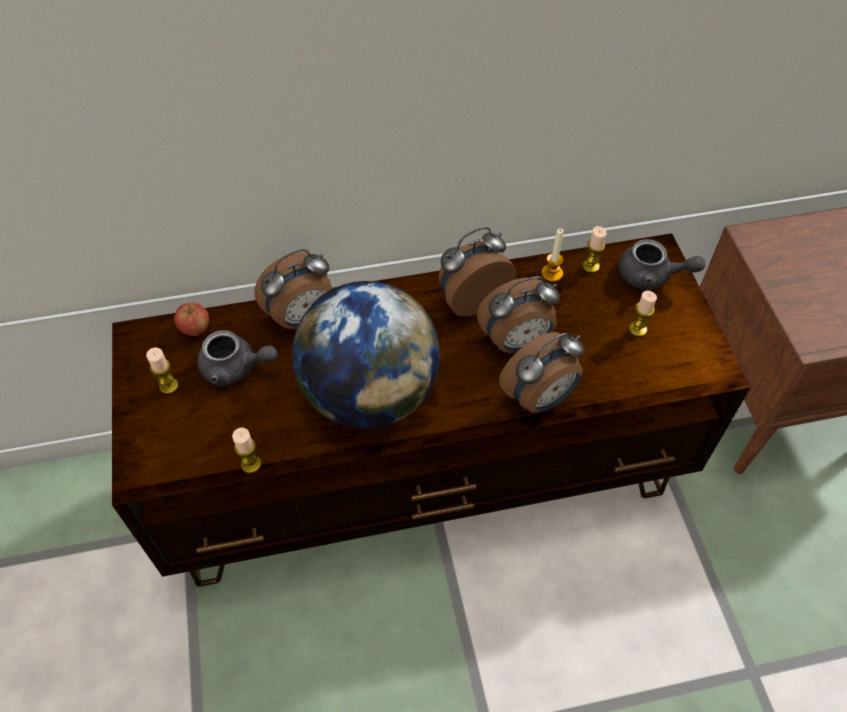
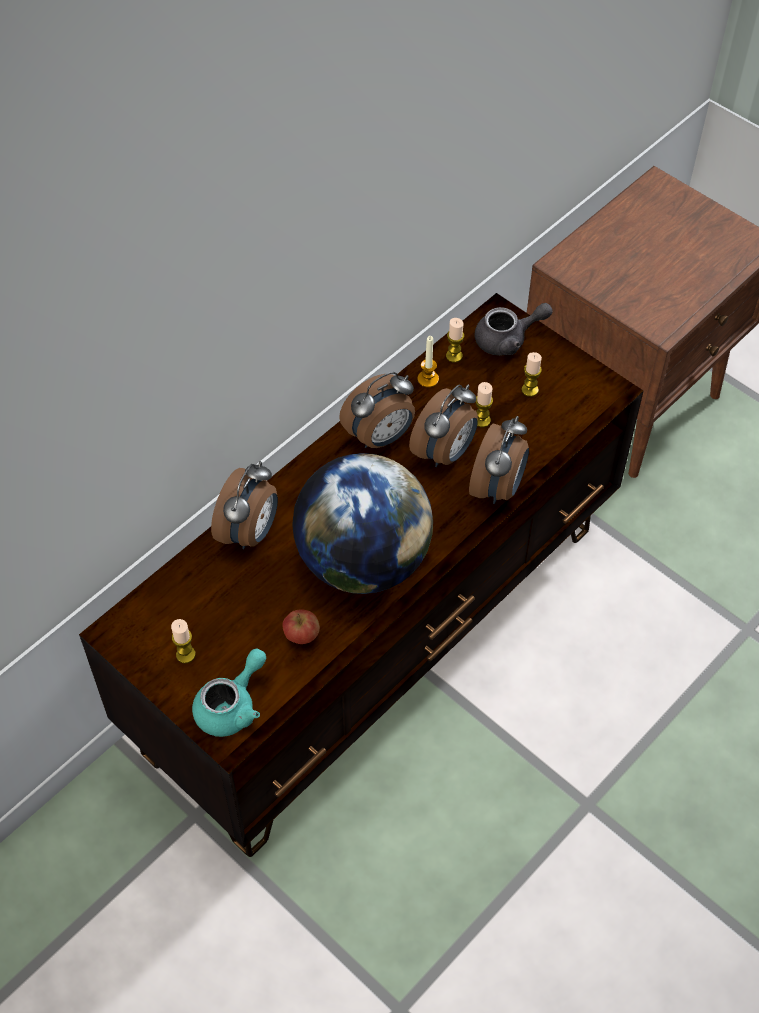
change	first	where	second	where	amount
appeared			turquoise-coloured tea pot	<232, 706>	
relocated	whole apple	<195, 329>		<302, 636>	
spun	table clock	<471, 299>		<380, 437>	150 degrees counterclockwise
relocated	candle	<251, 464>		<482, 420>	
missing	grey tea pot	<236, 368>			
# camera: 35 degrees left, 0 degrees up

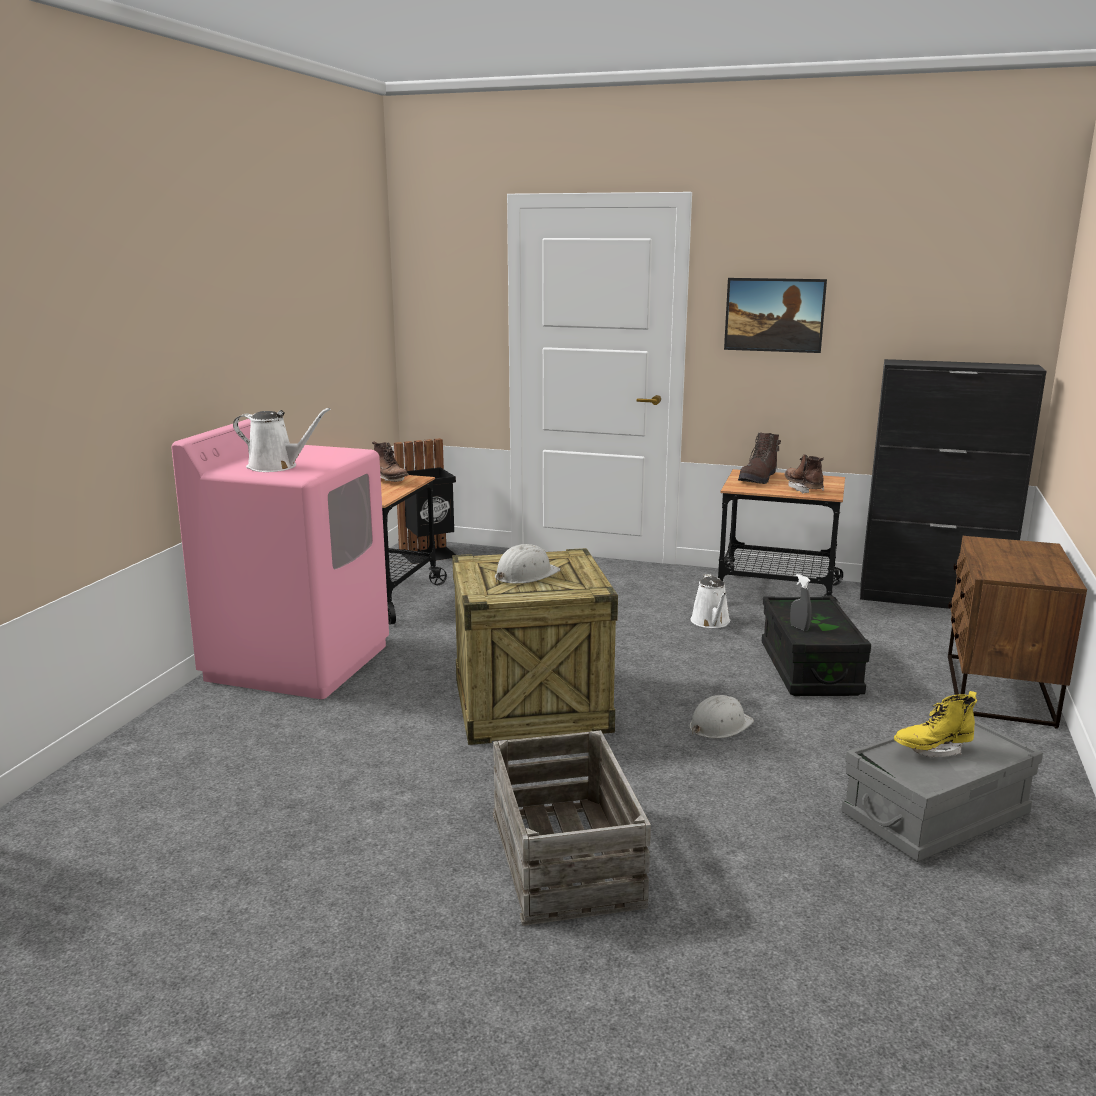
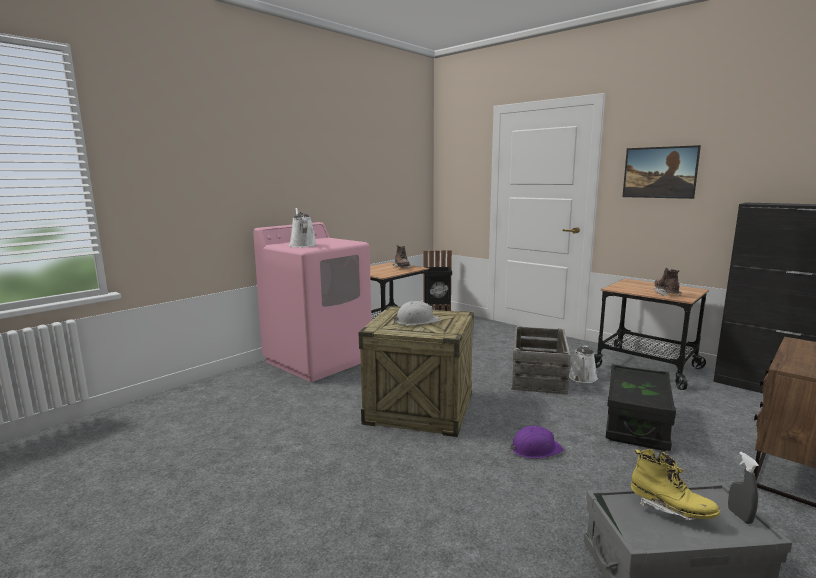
change	first	where	second	where	amount
spun	whitish sprinkling can	<276, 466>		<302, 245>	150 degrees counterclockwise
colour	whitish hard hat	<719, 726>	purple hard hat	<535, 449>	
relocated	packing crate	<567, 858>		<539, 376>	
spun	yellow-coloured tall boot	<932, 749>		<671, 509>	150 degrees counterclockwise
relocated	grey hand sprayer	<799, 627>		<739, 516>	
missing	brownish tall boot	<758, 479>			
# camera: 25 degrees right, 5 degrees down

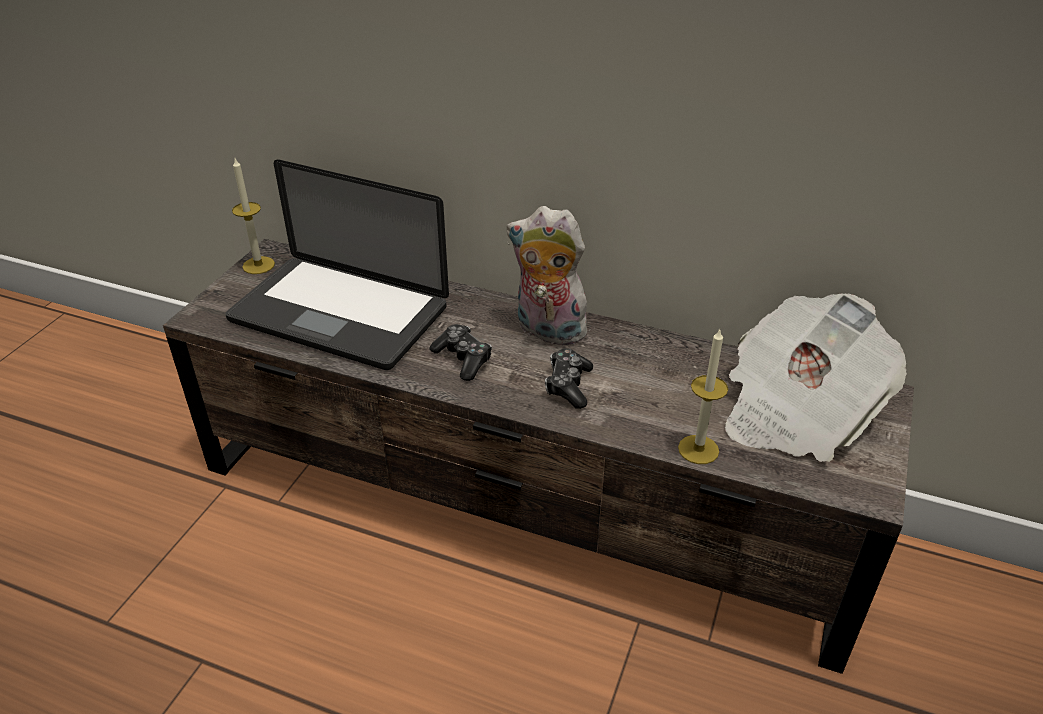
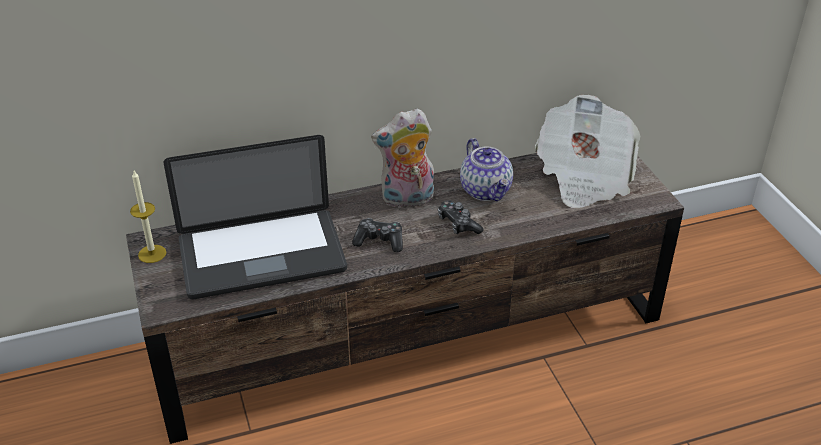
change	first	where	second	where	amount
appeared			tea pot	<486, 190>	
missing	candle	<698, 449>			
# camera: 40 degrees left, 0 degrees up

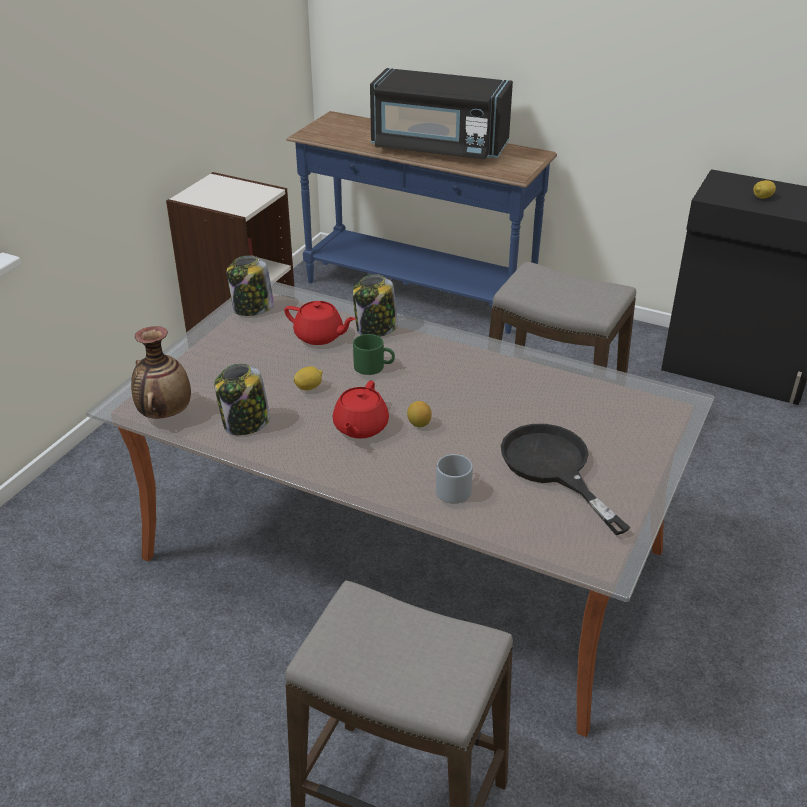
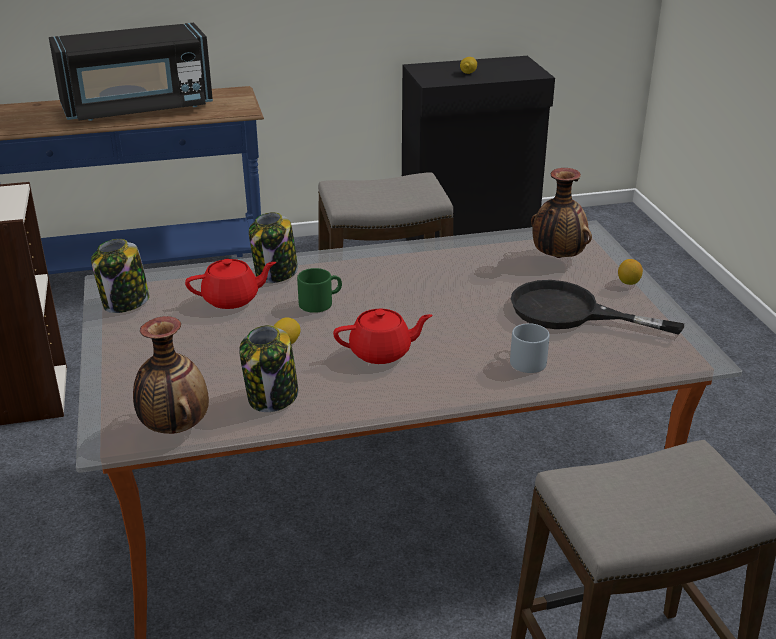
change	first	where	second	where	amount
spun	reddish tea pot	<360, 427>		<381, 352>	75 degrees counterclockwise
appeared			decorative vase	<557, 257>	
relocated	whole lemon	<419, 424>		<628, 282>	
# camera: 40 degrees left, 5 degrees down

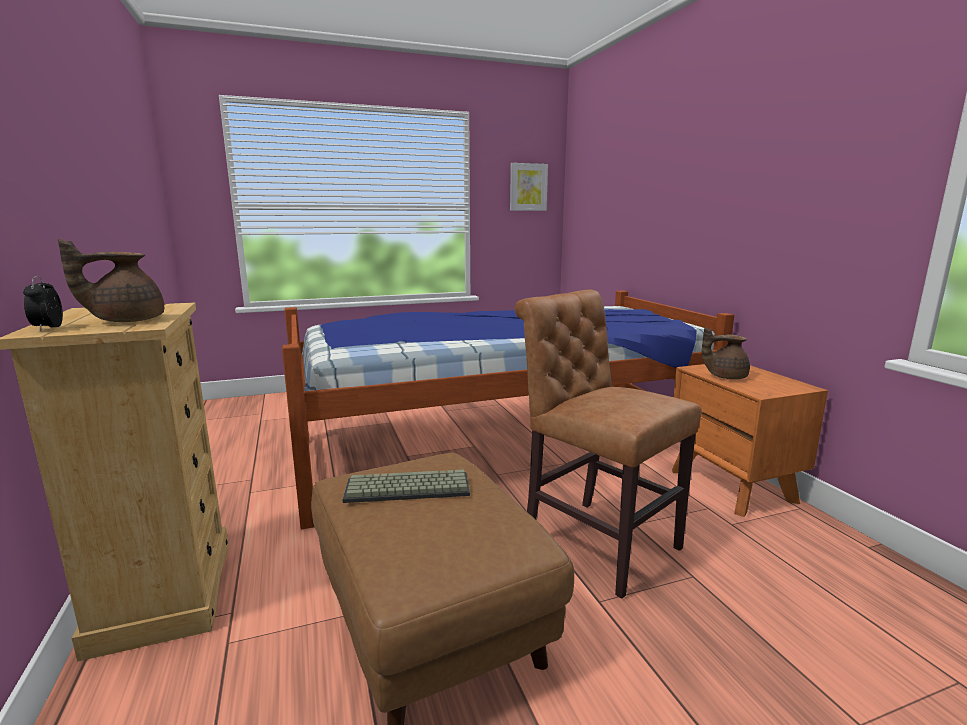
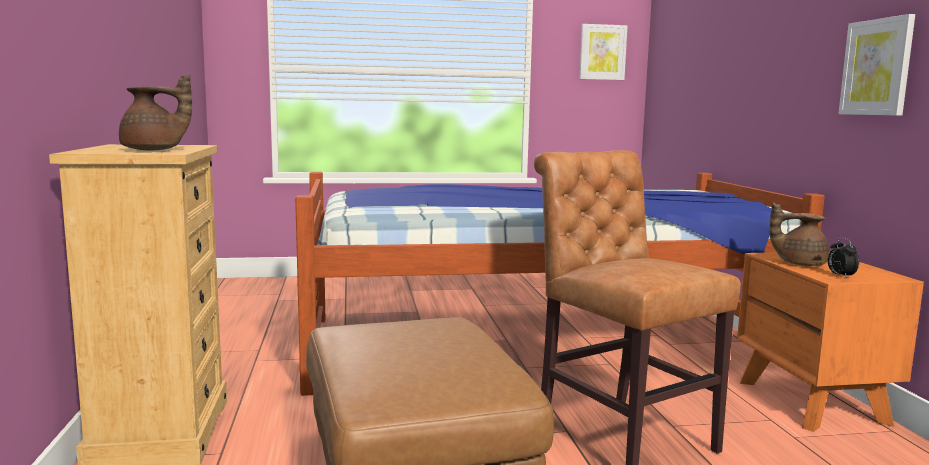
change	first	where	second	where	amount
spun	brownish tea pot	<126, 320>		<154, 150>	150 degrees counterclockwise
relocated	table clock	<48, 329>		<840, 276>	
appeared			wall art	<877, 67>	
missing	keyboard	<406, 489>			
# camera: 10 degrees right, 5 degrees down

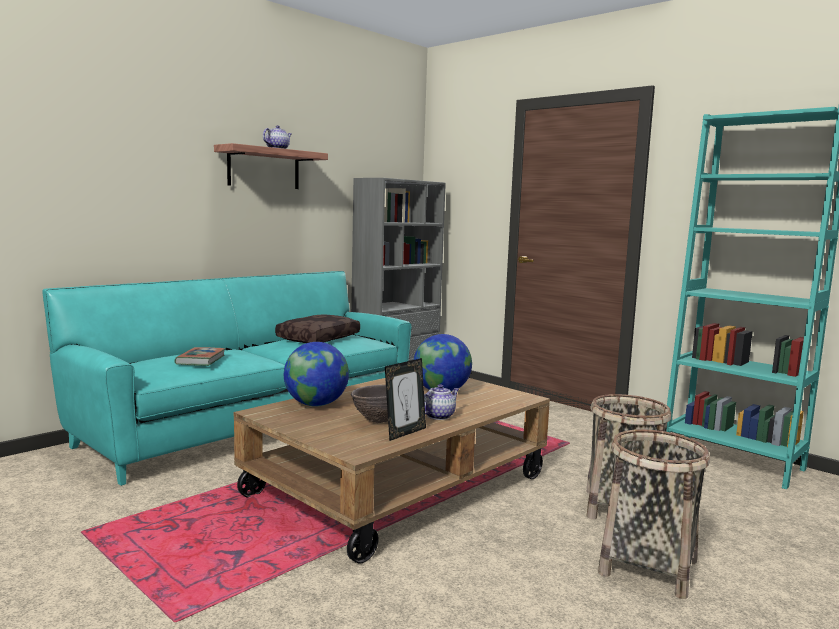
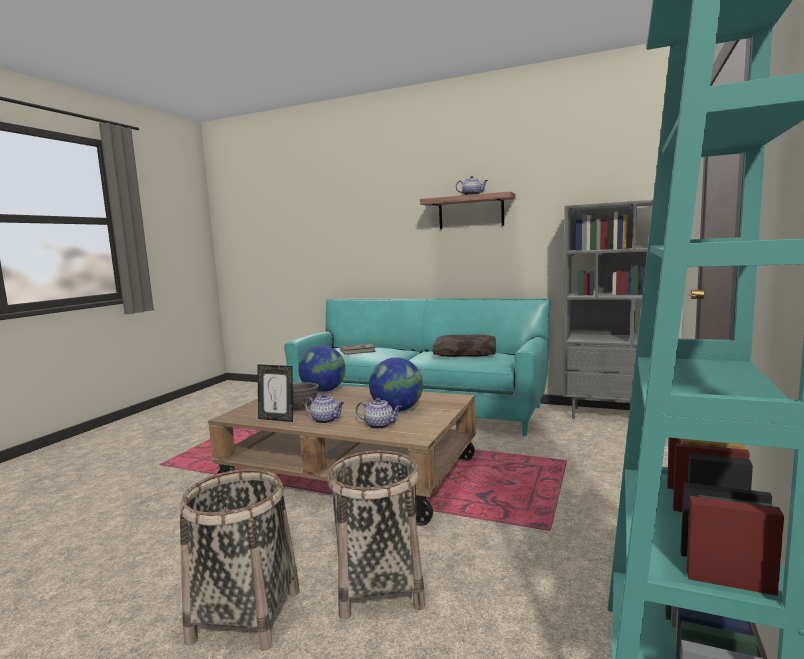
change	first	where	second	where	amount
appeared			tea pot	<380, 425>	
# camera: 70 degrees right, 0 degrees up

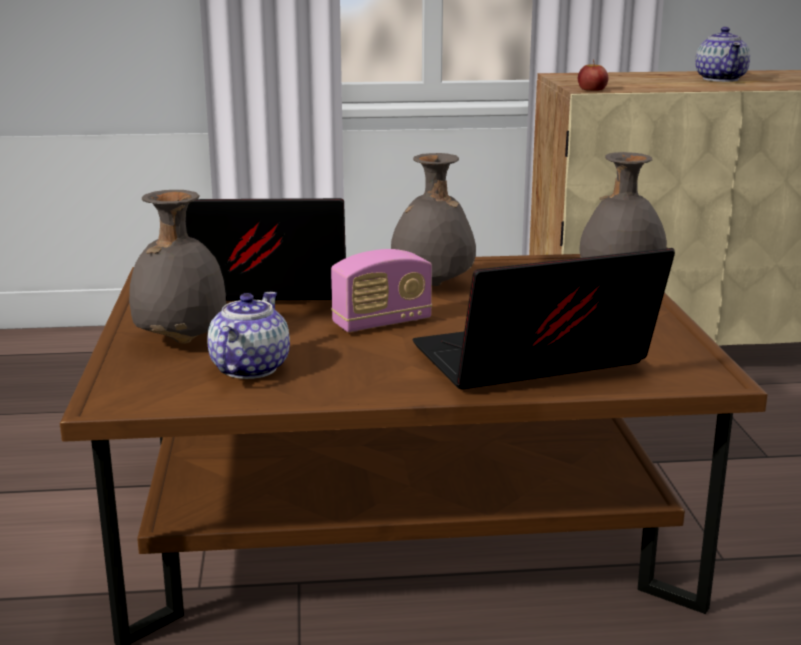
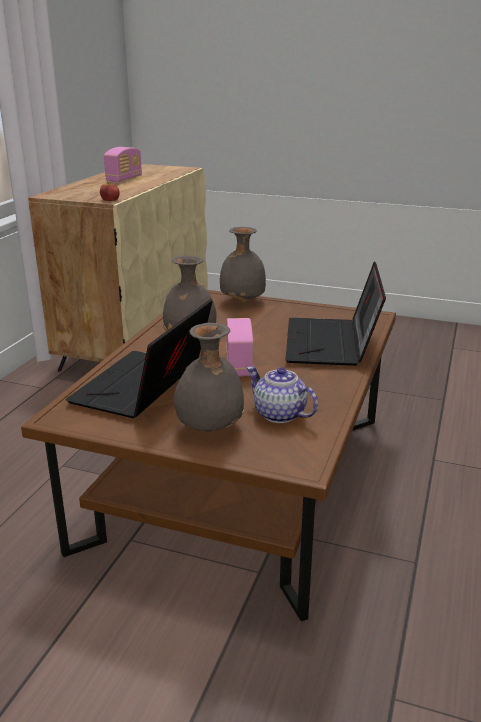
change	first	where	second	where	amount
exchanged	tea pot	<720, 79>	radio receiver	<124, 179>	
# camera: 65 degrees left, 5 degrees up

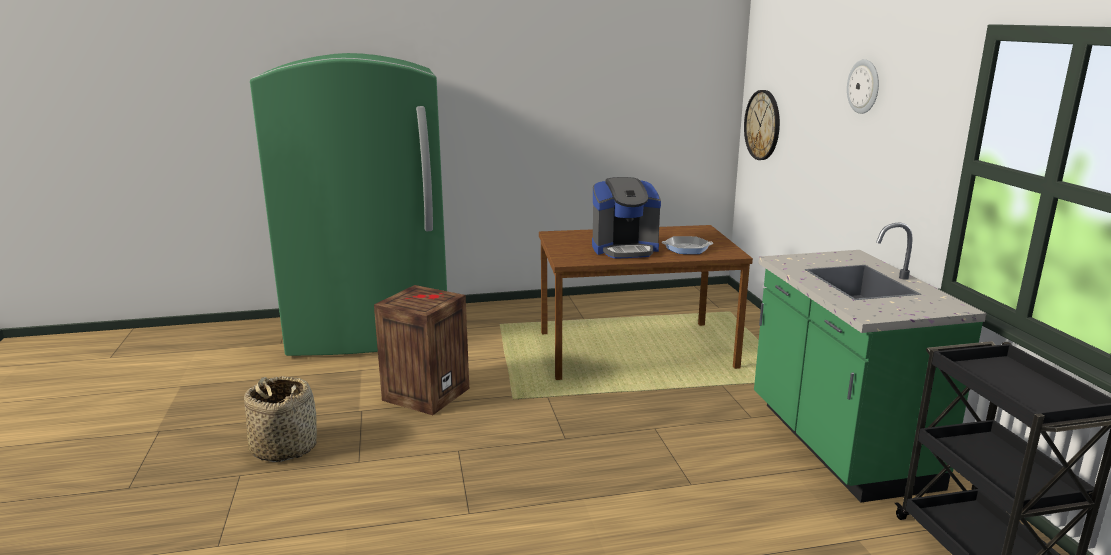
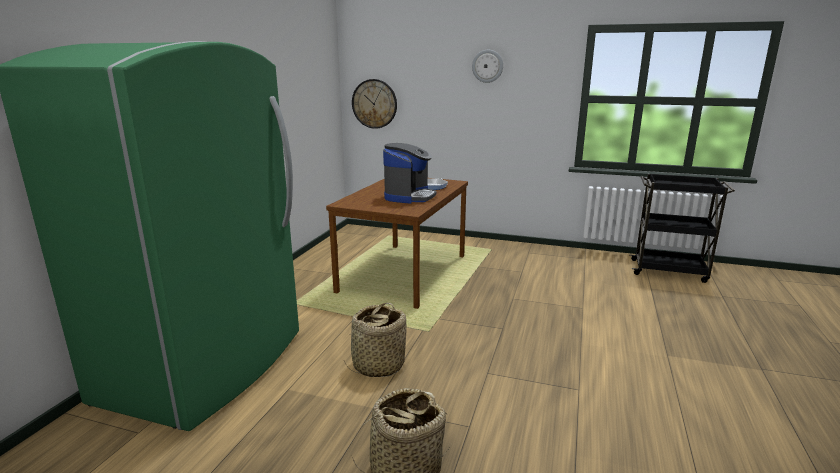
change	first	where	second	where	amount
exchanged	packing crate	<426, 393>	storage basket	<378, 365>	
missing	green counter	<838, 445>			
# camera: 60 degrees left, 0 degrees up

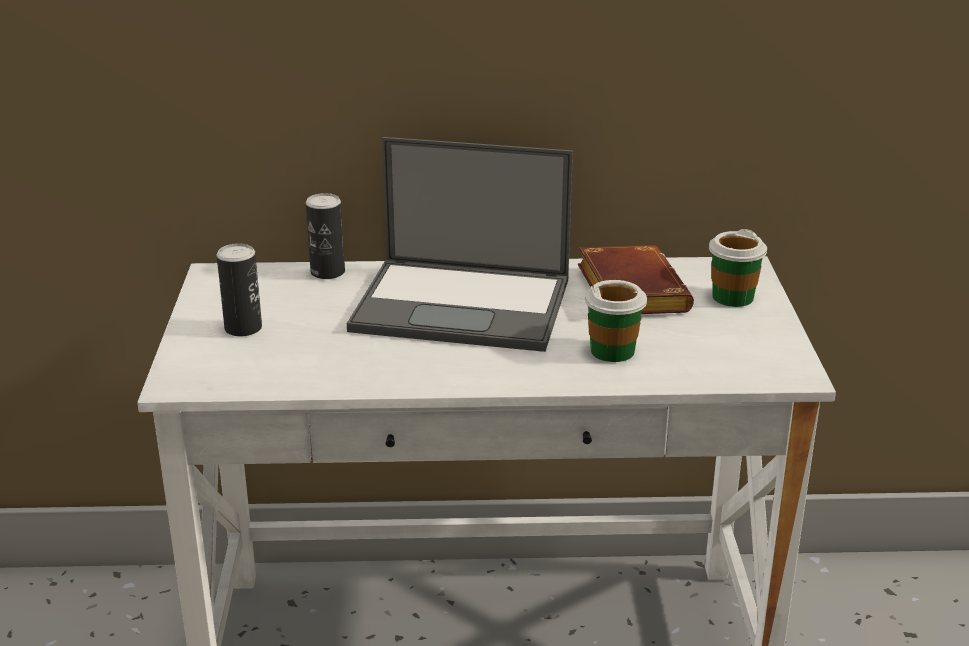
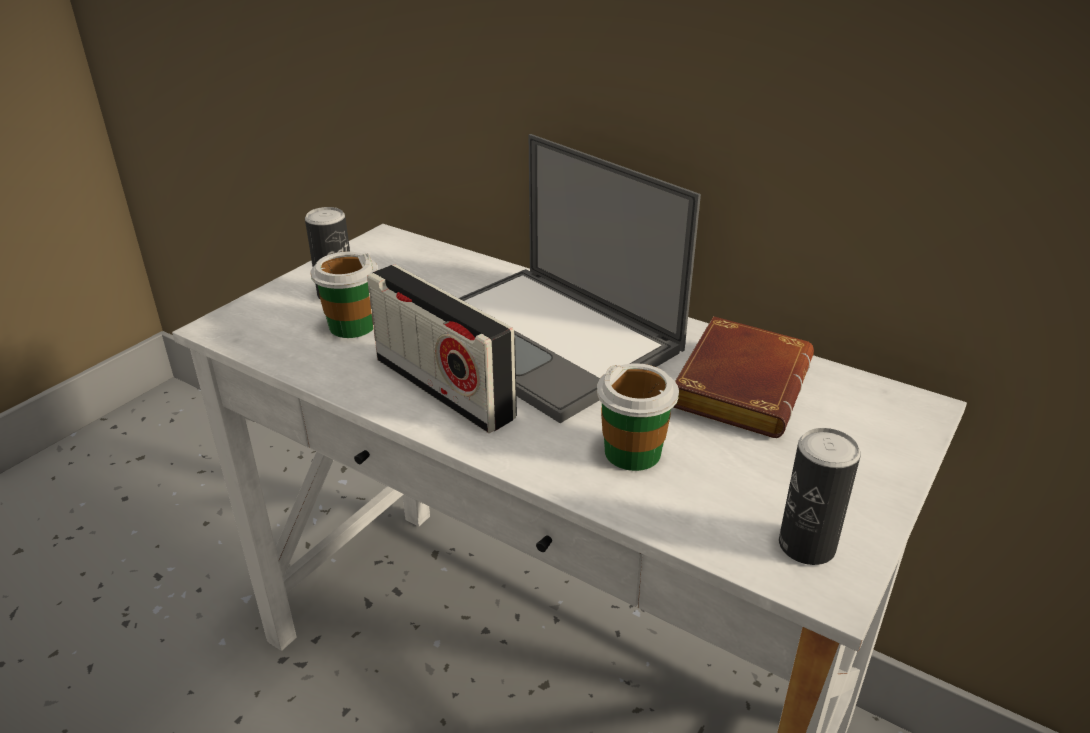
change	first	where	second	where	amount
relocated	cup	<732, 297>		<352, 326>	
appeared			radio receiver	<443, 388>	
relocated	sealed can	<327, 272>		<806, 545>	
# camera: 35 degrees right, 5 degrees up

